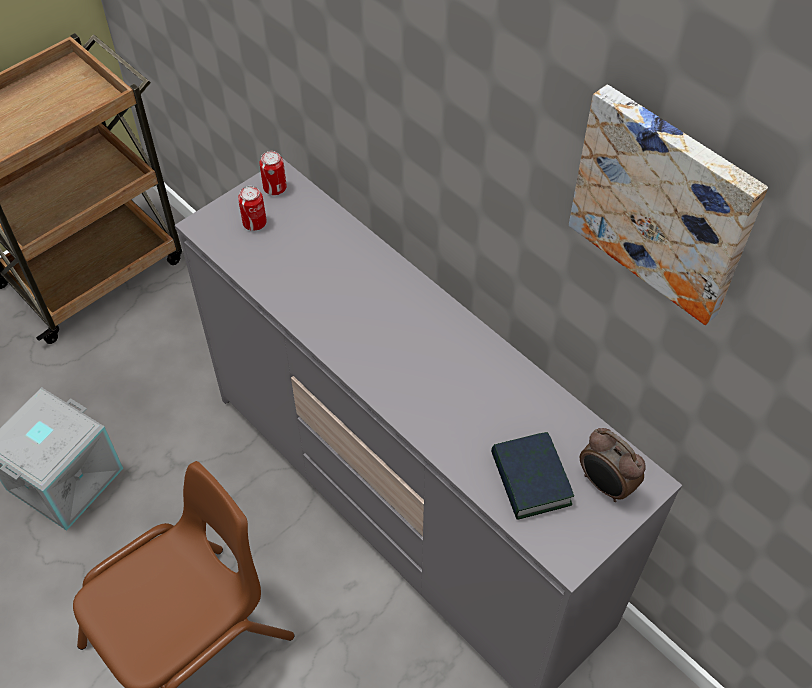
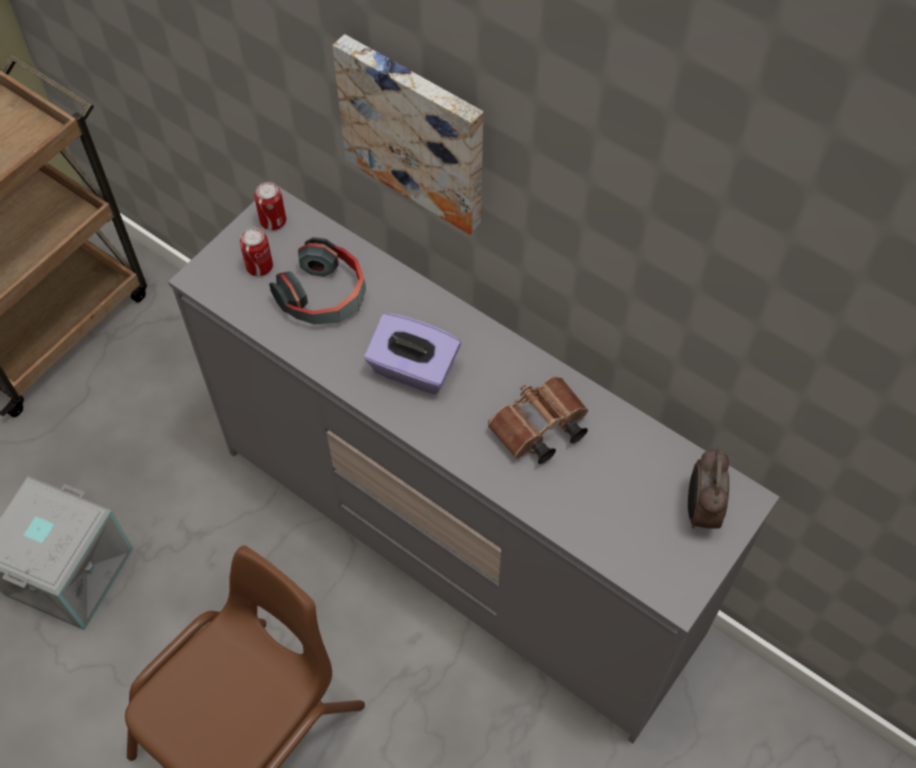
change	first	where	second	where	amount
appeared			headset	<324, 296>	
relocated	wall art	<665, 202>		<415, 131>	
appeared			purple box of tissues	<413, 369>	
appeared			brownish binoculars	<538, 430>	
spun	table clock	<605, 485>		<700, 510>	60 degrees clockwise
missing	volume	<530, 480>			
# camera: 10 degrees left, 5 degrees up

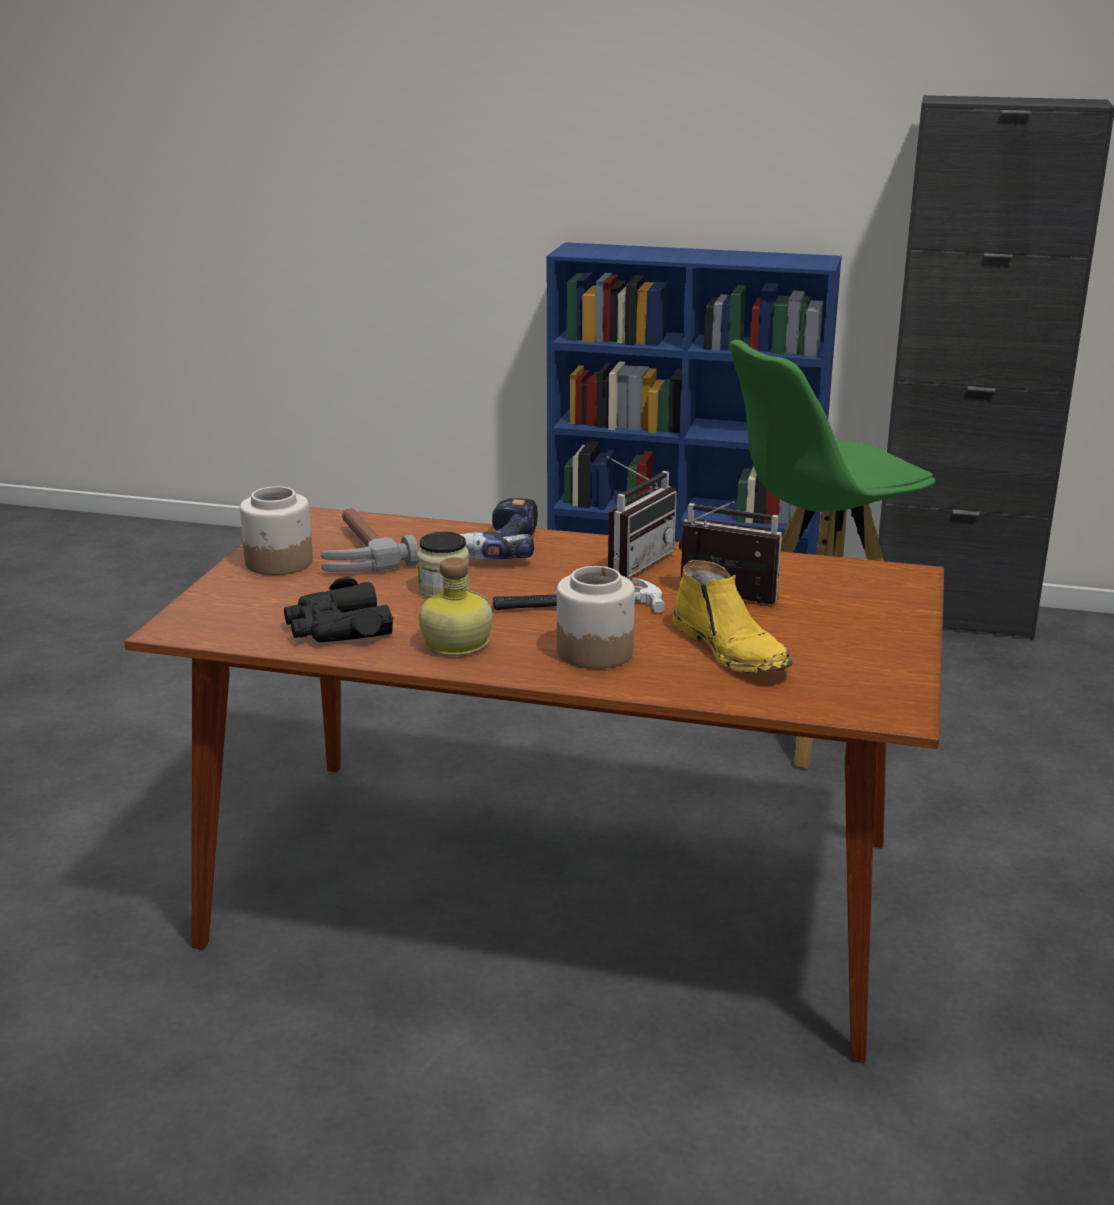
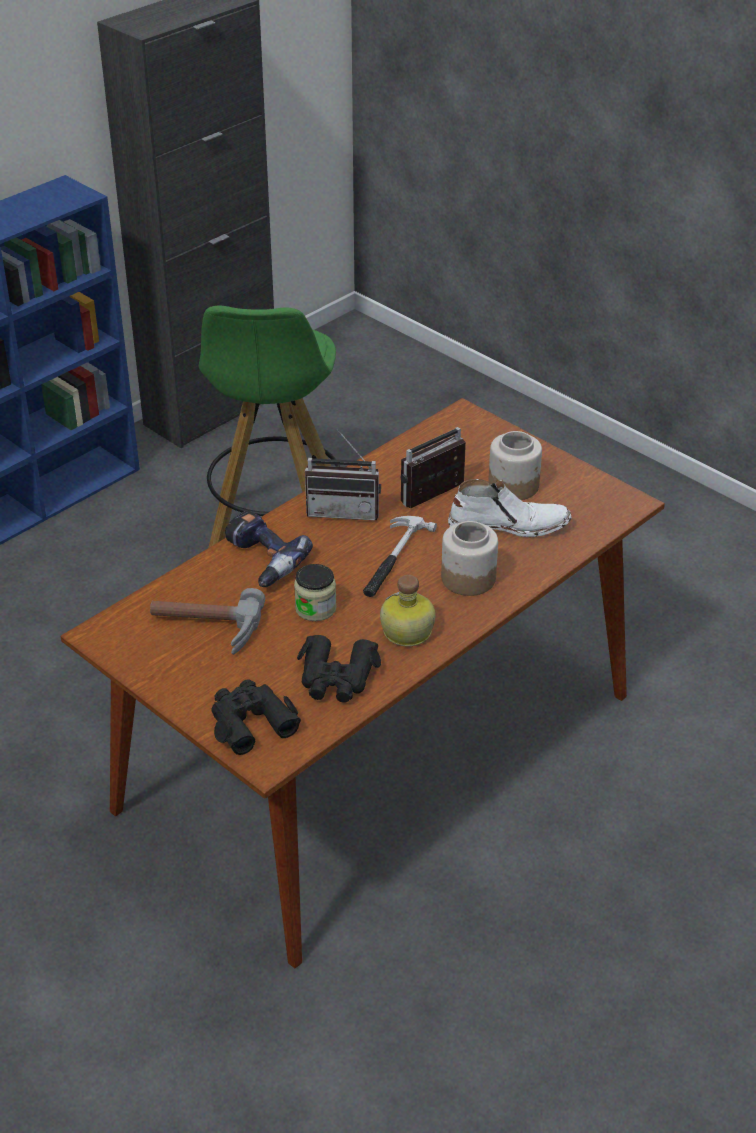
change	first	where	second	where	amount
appeared			black binoculars	<250, 722>	
spun	radio receiver	<632, 562>		<344, 510>	120 degrees clockwise
colour	yellow-coloured tall boot	<732, 649>	whitish tall boot	<508, 524>	
relocated	storage jar	<279, 562>		<514, 486>	
# camera: 60 degrees left, 15 degrees up

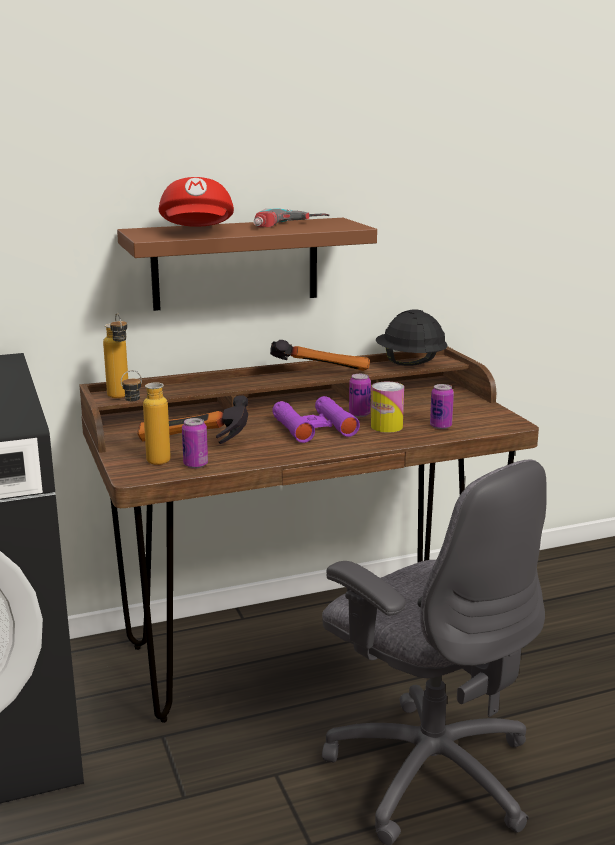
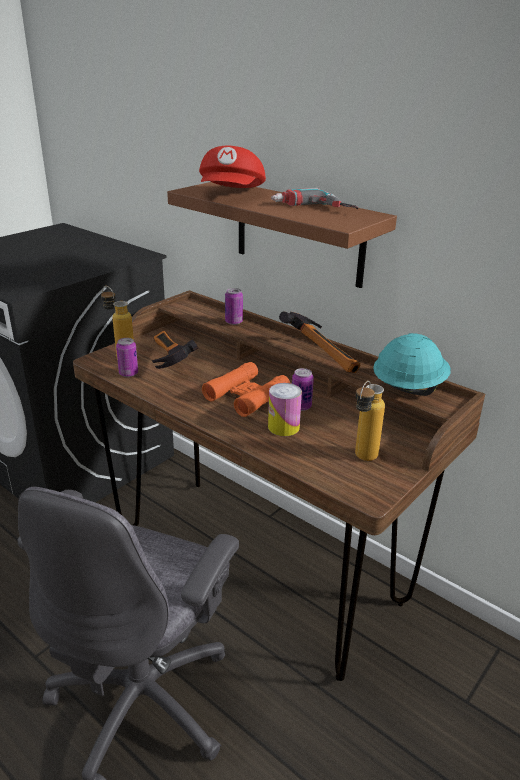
change	first	where	second	where	amount
spun	reddish peaked cap	<198, 232>		<232, 195>	45 degrees counterclockwise
colour	purple binoculars	<314, 428>	orange-coloured binoculars	<246, 395>	
relocated	sealed can	<440, 426>		<234, 322>	
relocated	beverage bottle	<120, 398>		<362, 460>	
colour	black hard hat	<409, 363>	turquoise-coloured hard hat	<408, 388>	
# camera: 60 degrees right, 10 degrees up

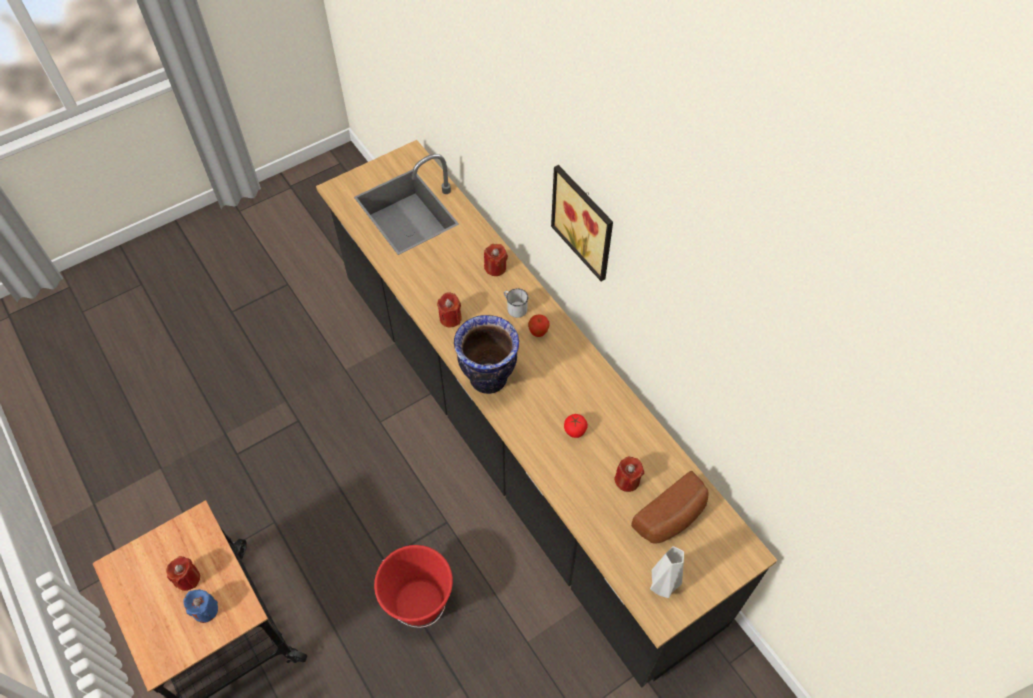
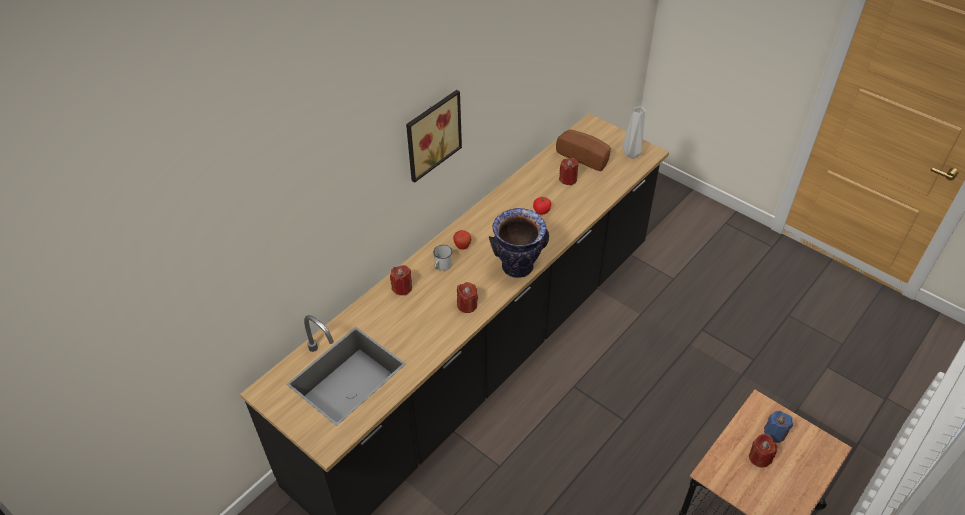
change	first	where	second	where	amount
missing	reddish water bucket	<419, 602>			
# camera: 105 degrees left, 10 degrees down

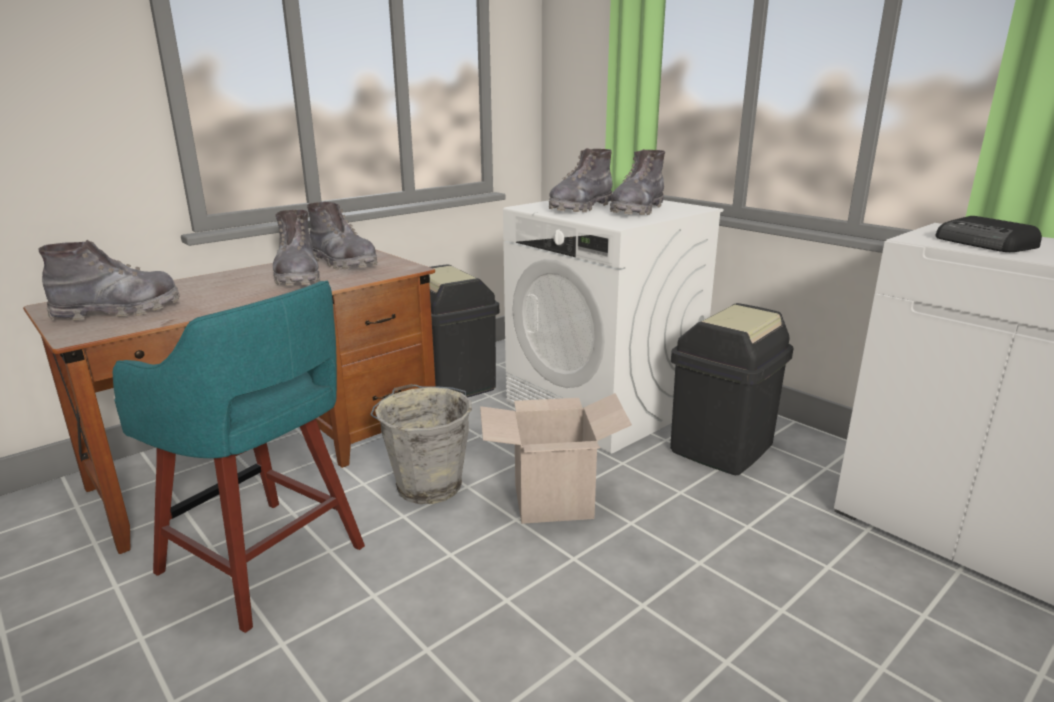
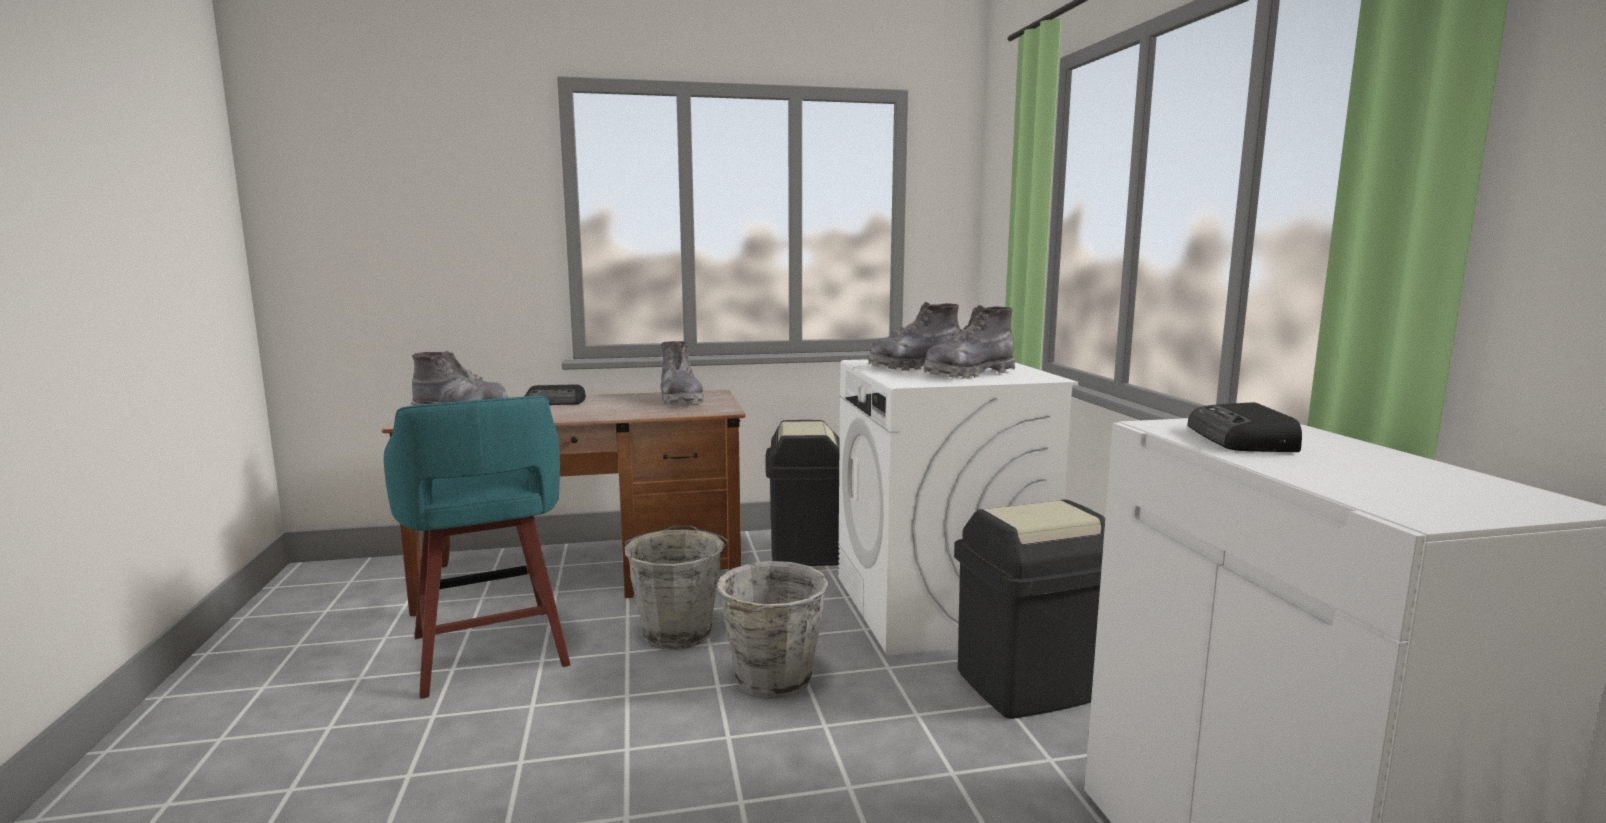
change	first	where	second	where	amount
appeared			radio receiver	<556, 402>	
exchanged	cardboard box	<553, 501>	grey water bucket	<771, 680>	
missing	grey tall boot	<298, 277>			
# camera: 30 degrees right, 10 degrees down

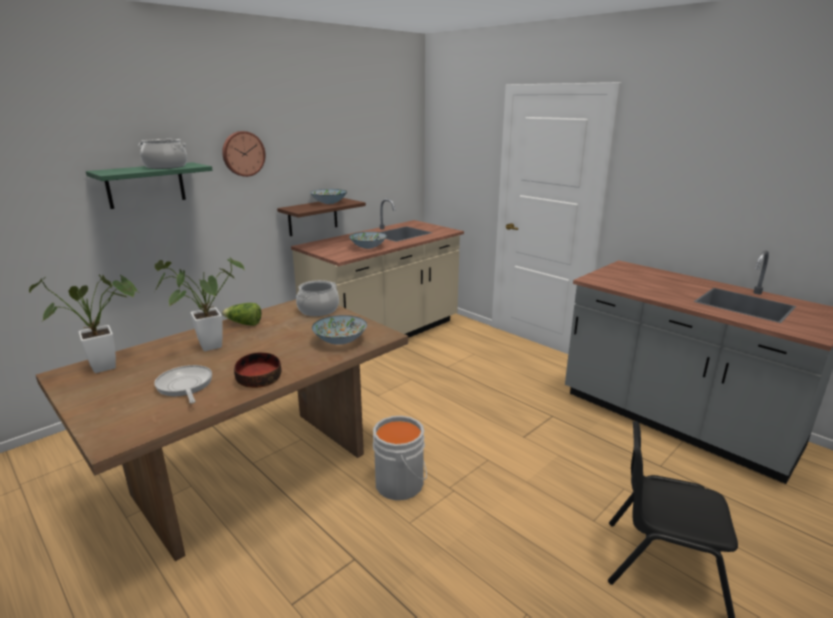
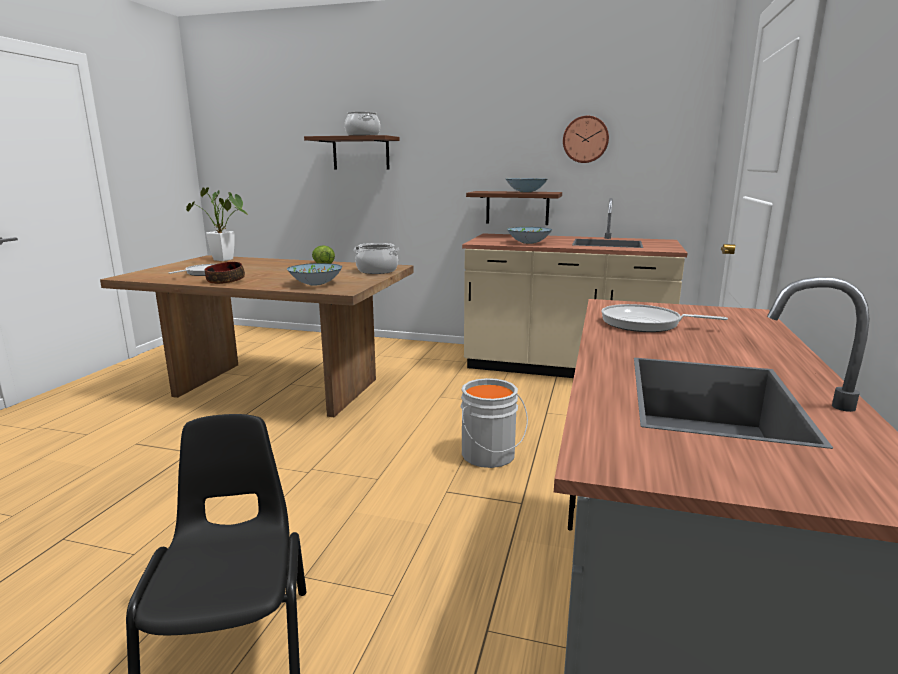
change	first	where	second	where	amount
colour	green bracket shelf	<146, 185>	brownish bracket shelf	<361, 153>	
relocated	grey water bucket	<402, 483>		<490, 456>	
relocated	clock on the wall	<243, 153>		<585, 139>	
appeared			pan	<645, 324>	
missing	plant in a pot	<205, 347>			
# camera: 60 degrees right, 5 degrees down

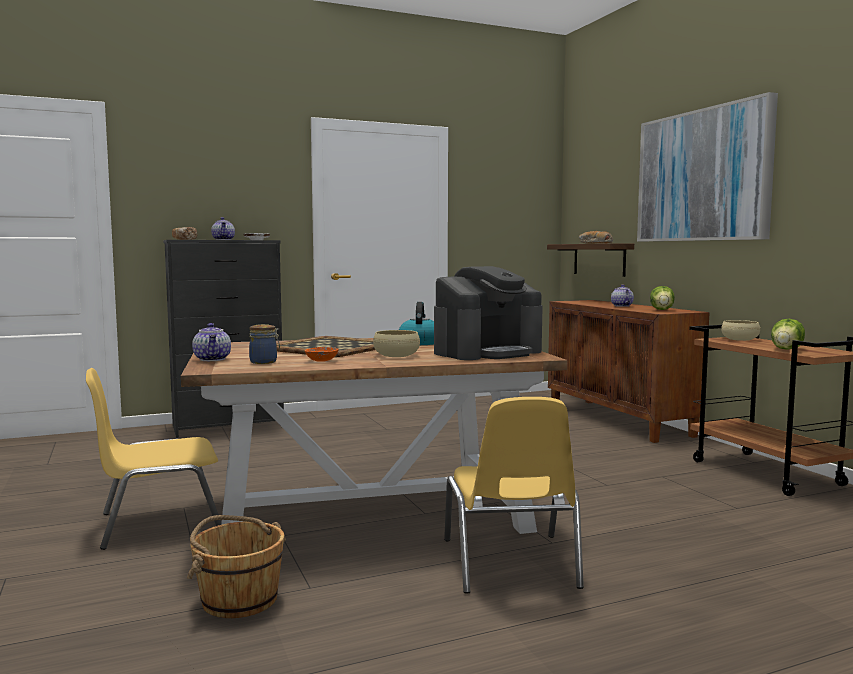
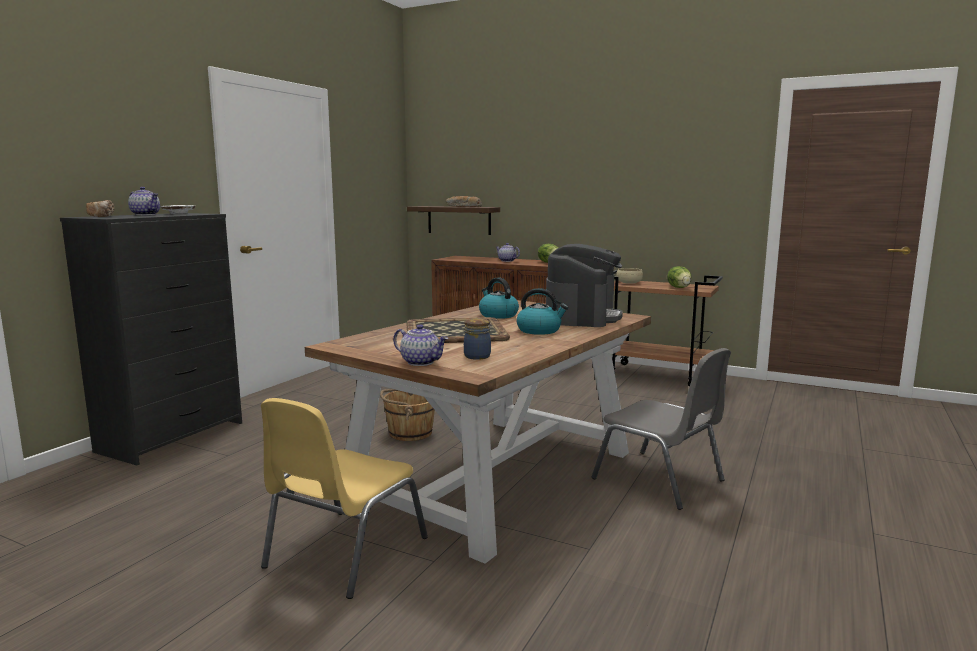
change	first	where	second	where	amount
relocated	brownish water bucket	<239, 599>		<409, 433>	
exchanged	beige serving bowl	<396, 355>	water kettle	<539, 330>	
colour	yellow-coloured chair	<510, 564>	grey chair	<660, 480>	
missing	orange-coloured serving bowl	<322, 361>			
missing	wall art	<703, 176>			
# camera: 40 degrees left, 5 degrees up

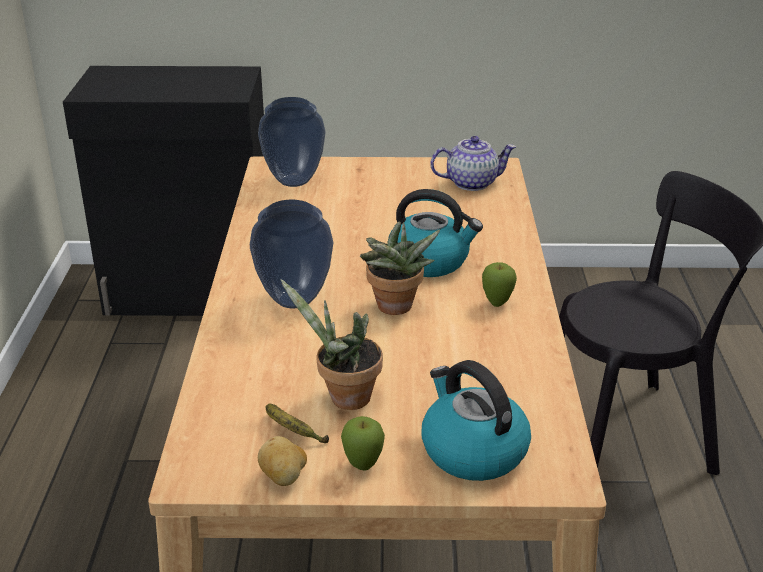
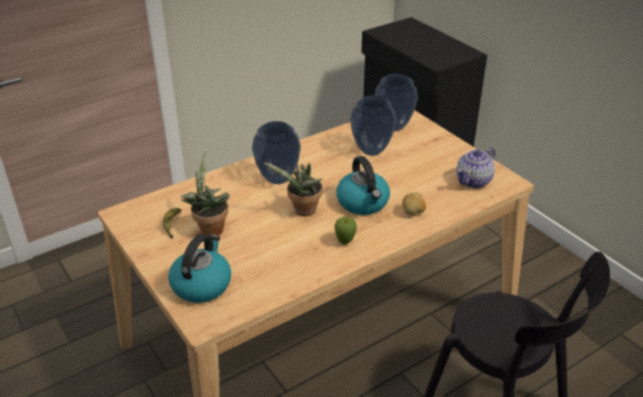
change	first	where	second	where	amount
appeared			decorative vase	<372, 151>	
relocated	potato	<284, 478>		<413, 212>	
spun	tea pot	<472, 183>		<474, 181>	90 degrees clockwise
missing	whole apple	<363, 466>			
# camera: 55 degrees right, 5 degrees up

